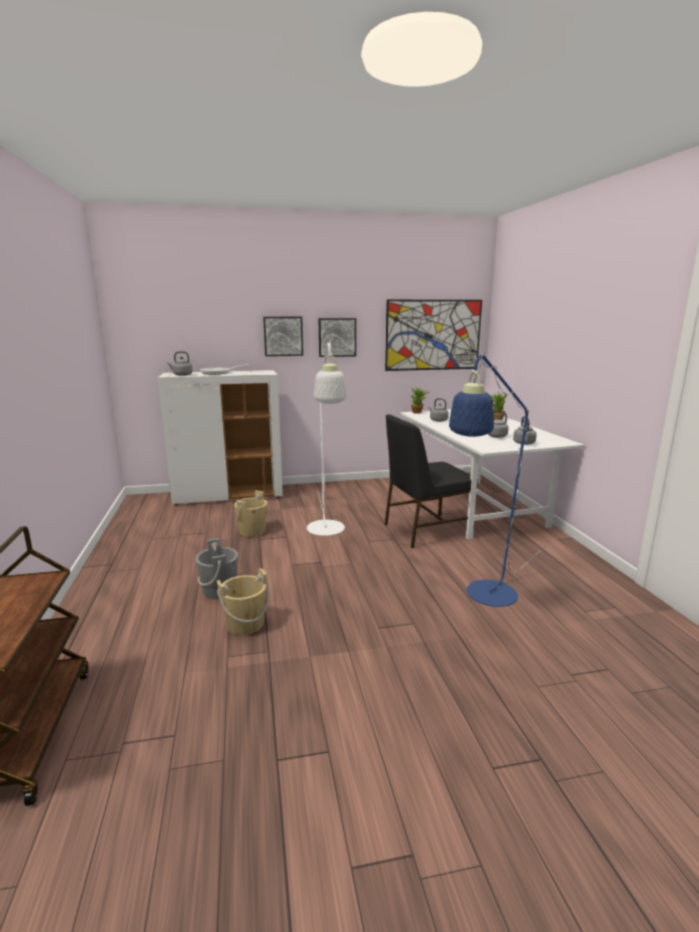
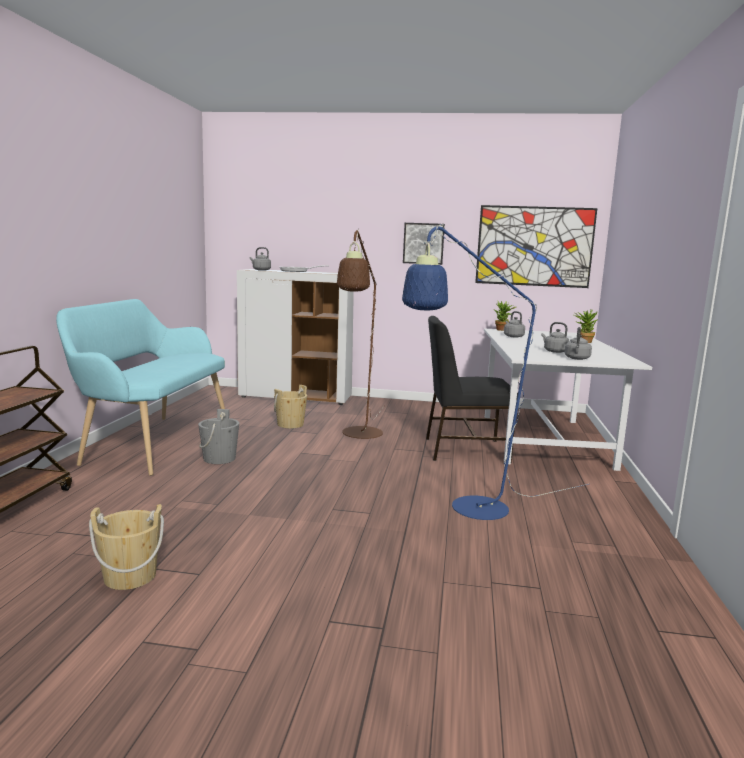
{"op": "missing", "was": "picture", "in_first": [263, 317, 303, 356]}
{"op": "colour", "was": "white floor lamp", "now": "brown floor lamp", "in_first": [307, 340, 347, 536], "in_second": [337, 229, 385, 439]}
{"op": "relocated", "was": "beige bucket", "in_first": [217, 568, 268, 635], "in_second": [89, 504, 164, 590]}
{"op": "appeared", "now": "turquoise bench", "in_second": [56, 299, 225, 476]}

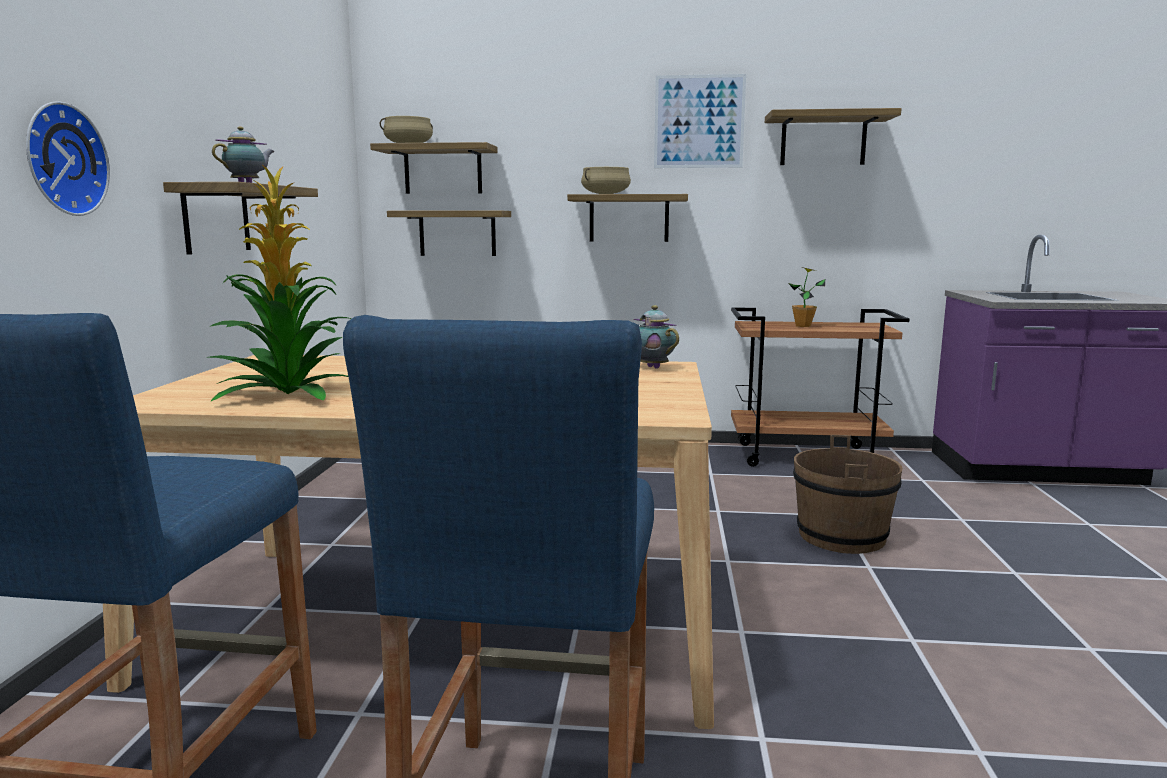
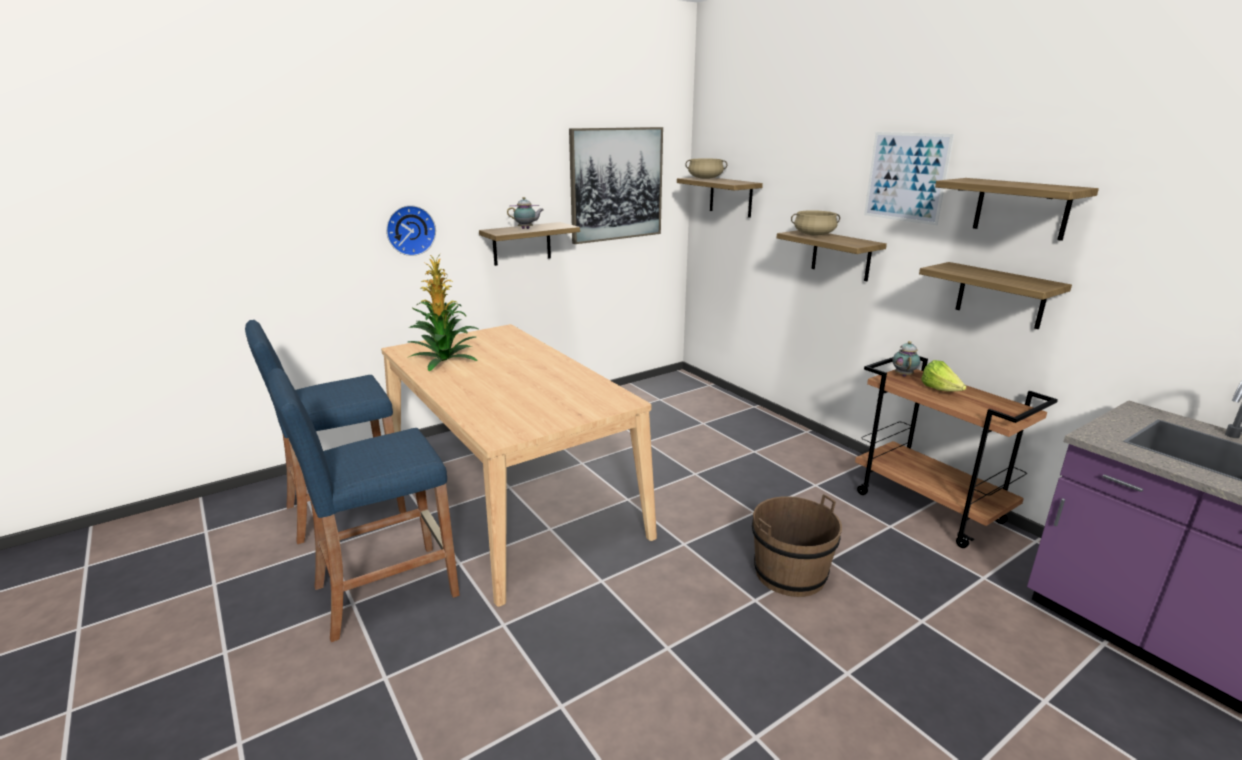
{"op": "relocated", "was": "shelf", "in_first": [387, 210, 511, 256], "in_second": [919, 262, 1072, 329]}
{"op": "exchanged", "was": "potted plant", "now": "lettuce", "in_first": [788, 267, 825, 327], "in_second": [921, 360, 967, 392]}
{"op": "relocated", "was": "teapot", "in_first": [633, 305, 679, 369], "in_second": [892, 341, 920, 377]}
{"op": "appeared", "now": "picture", "in_second": [569, 127, 663, 244]}

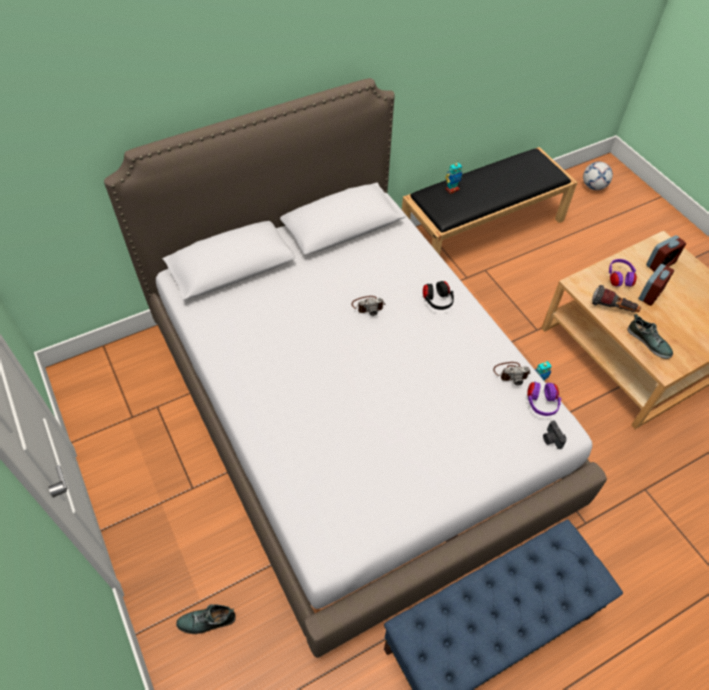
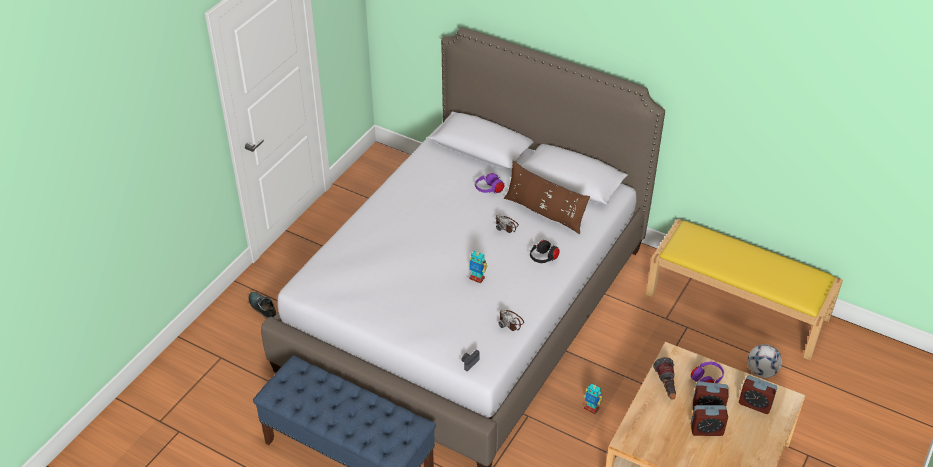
{"op": "colour", "was": "black bench", "now": "yellow bench", "in_first": [402, 147, 578, 255], "in_second": [646, 219, 843, 360]}
{"op": "relocated", "was": "football", "in_first": [583, 162, 613, 190], "in_second": [748, 344, 782, 378]}
{"op": "relocated", "was": "toy robot", "in_first": [445, 163, 462, 194], "in_second": [468, 250, 487, 284]}
{"op": "missing", "was": "shoe", "in_first": [627, 314, 673, 359]}
{"op": "relocated", "was": "purple headphones", "in_first": [527, 381, 561, 416], "in_second": [475, 173, 505, 193]}
{"op": "appeared", "now": "brown pillow", "in_second": [504, 160, 590, 234]}
{"op": "appeared", "now": "alarm clock", "in_second": [691, 405, 728, 436]}

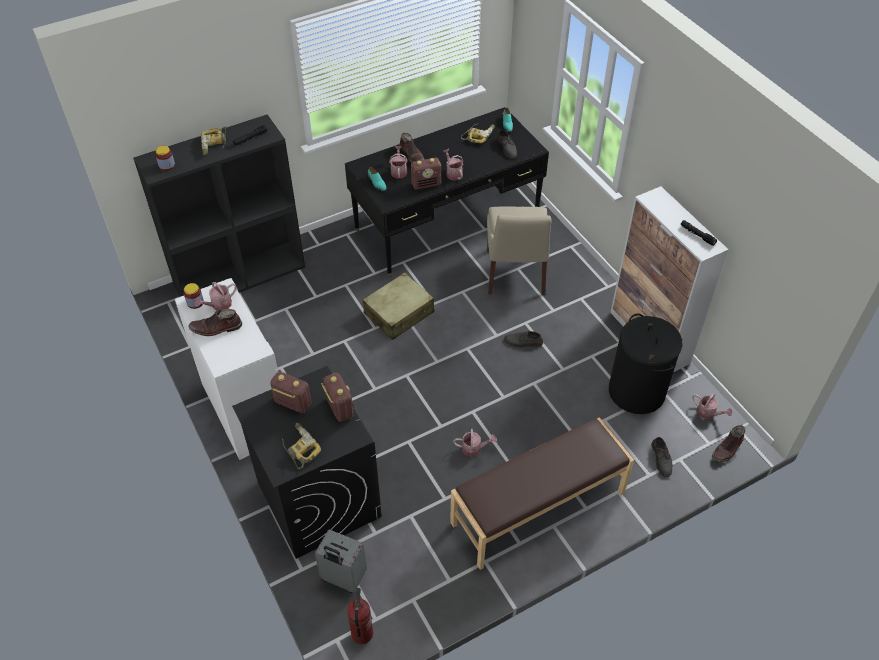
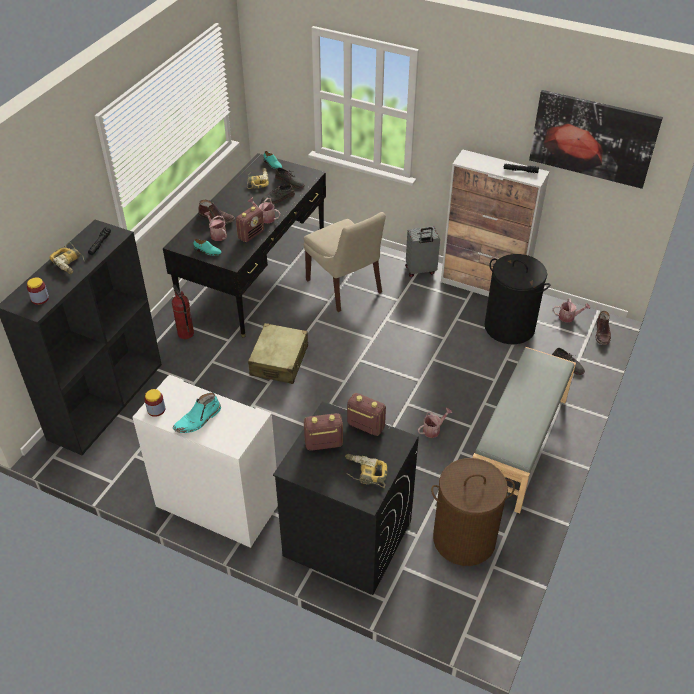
{"op": "missing", "was": "watering can", "in_first": [194, 282, 237, 310]}
{"op": "colour", "was": "brown boot", "now": "turquoise boot", "in_first": [188, 309, 242, 336], "in_second": [173, 393, 221, 433]}
{"op": "relocated", "was": "grey shoe", "in_first": [504, 331, 543, 348], "in_second": [261, 184, 295, 204]}
{"op": "colour", "was": "brown bench", "now": "grey bench", "in_first": [450, 417, 634, 570], "in_second": [473, 347, 576, 514]}
{"op": "relocated", "was": "grey suitcase", "in_first": [315, 529, 367, 593], "in_second": [405, 226, 440, 277]}
{"op": "relocated", "was": "fire extinguisher", "in_first": [347, 588, 373, 644], "in_second": [172, 285, 194, 339]}
{"op": "appeared", "now": "picture", "in_second": [529, 90, 663, 189]}
{"op": "appeared", "now": "brown laundry basket", "in_second": [431, 458, 515, 566]}

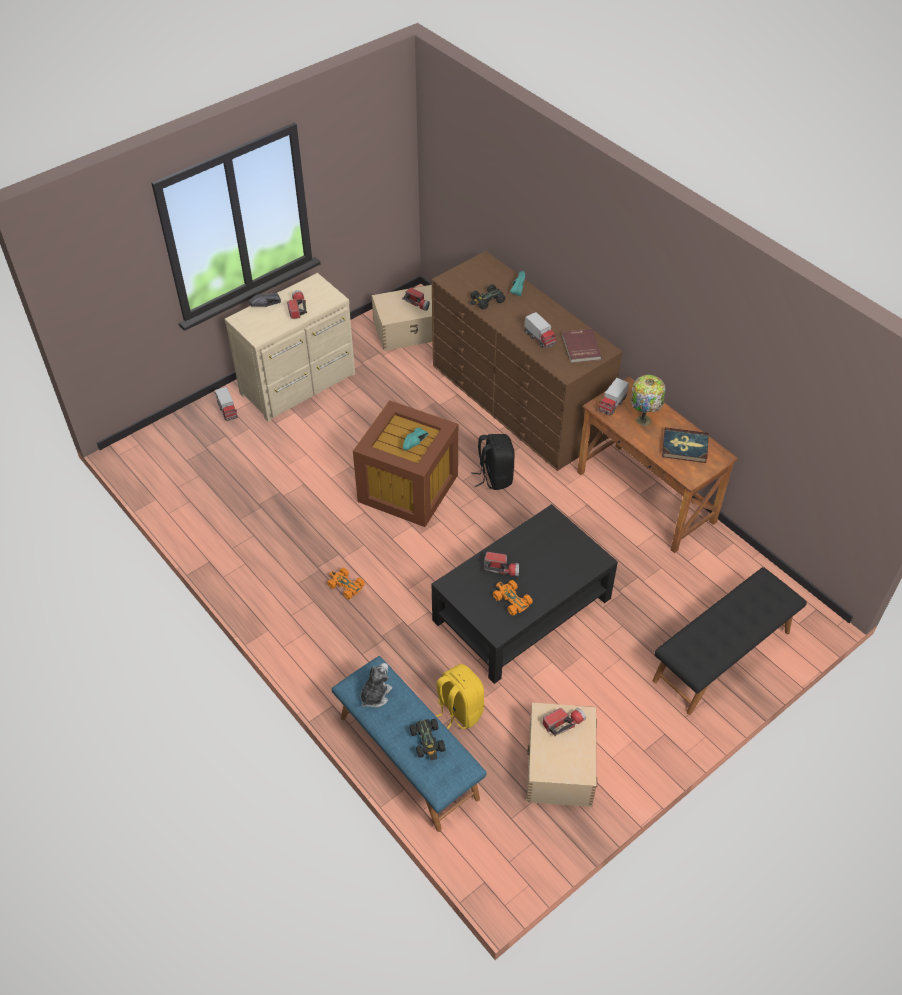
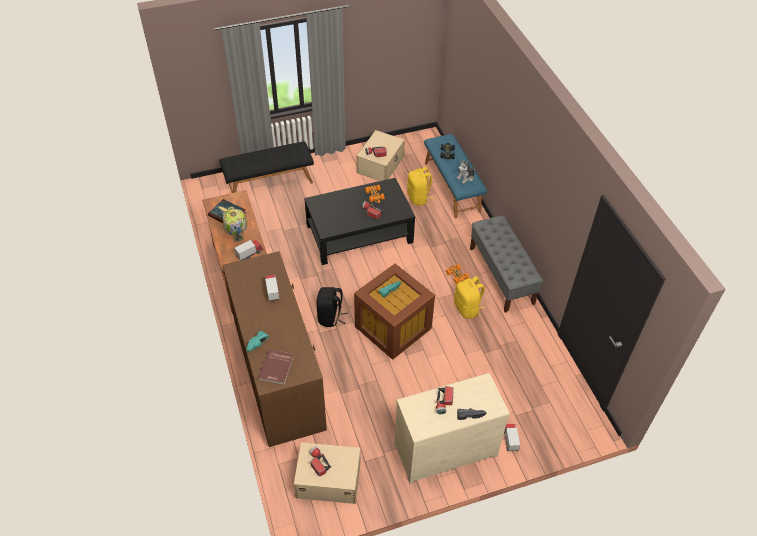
{"op": "missing", "was": "black toy car", "in_first": [470, 284, 505, 310]}
{"op": "relocated", "was": "red book", "in_first": [562, 329, 602, 363], "in_second": [258, 349, 294, 385]}
{"op": "appeared", "now": "grey bench", "in_second": [470, 215, 543, 313]}
{"op": "appeared", "now": "yellow backpack", "in_second": [454, 276, 485, 319]}

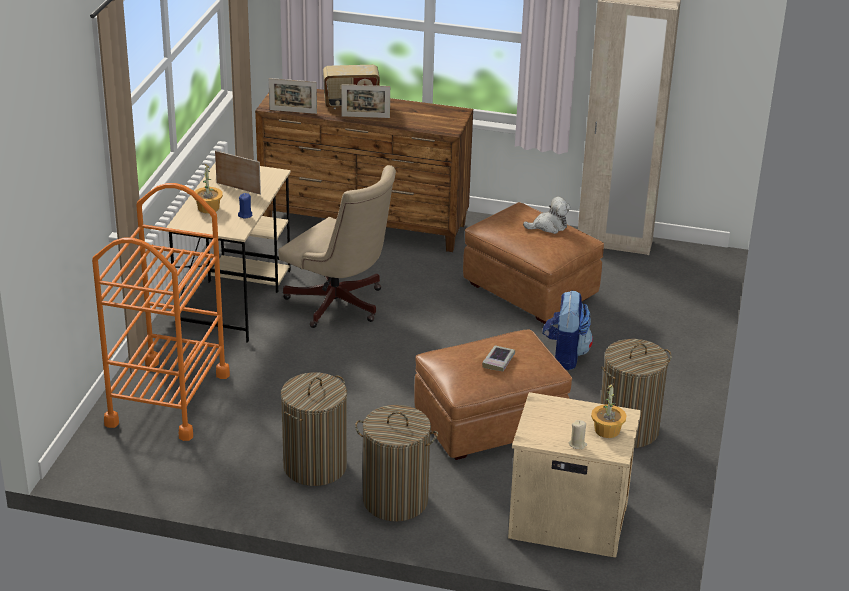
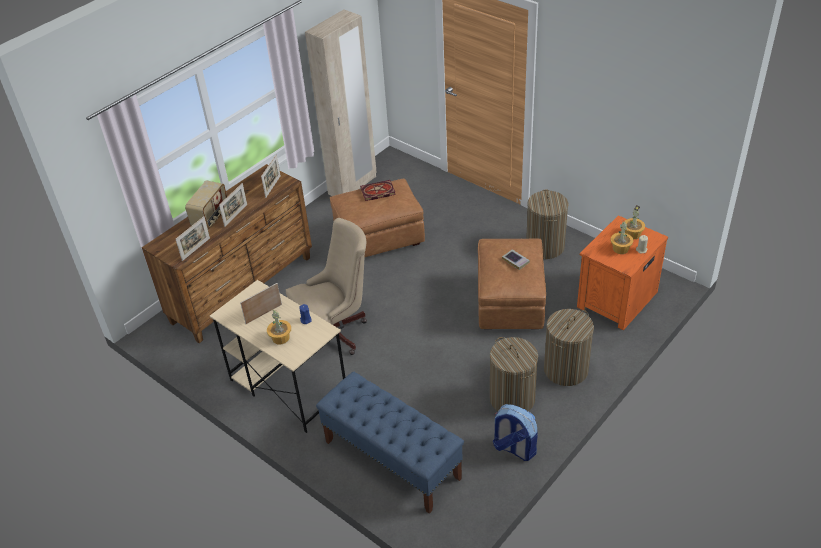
{"op": "exchanged", "was": "orange cart", "now": "blue bench", "in_first": [92, 183, 230, 441], "in_second": [316, 371, 464, 514]}
{"op": "exchanged", "was": "plush toy", "now": "book", "in_first": [523, 196, 571, 234], "in_second": [360, 180, 396, 201]}
{"op": "relocated", "was": "backpack", "in_first": [542, 290, 593, 370], "in_second": [493, 404, 538, 461]}
{"op": "colour", "was": "beige nightstand", "now": "orange nightstand", "in_first": [508, 392, 641, 558], "in_second": [577, 215, 668, 330]}
{"op": "appeared", "now": "picture frame", "in_second": [261, 154, 281, 198]}
{"op": "appeared", "now": "potted plant", "in_second": [611, 220, 633, 254]}

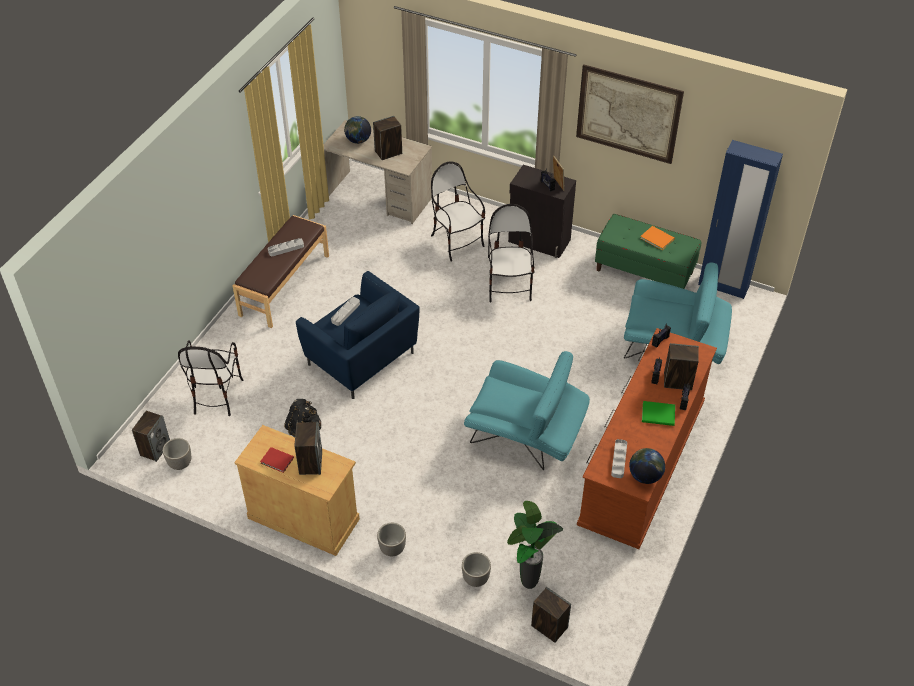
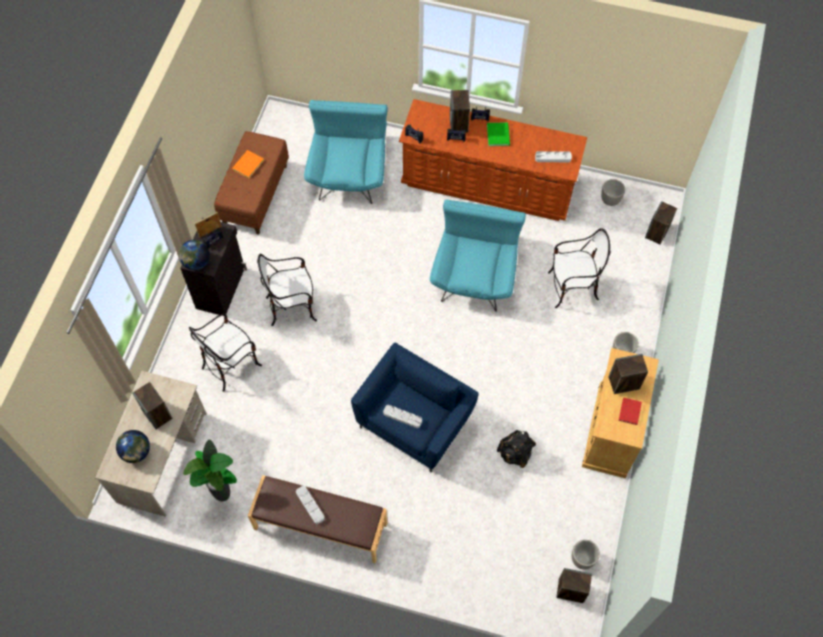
{"op": "missing", "was": "picture", "in_first": [576, 64, 684, 164]}
{"op": "missing", "was": "blue wardrobe", "in_first": [698, 140, 783, 299]}
{"op": "colour", "was": "green bench", "now": "brown bench", "in_first": [595, 214, 701, 289], "in_second": [214, 131, 289, 235]}
{"op": "relocated", "was": "chair", "in_first": [178, 340, 243, 416], "in_second": [548, 228, 610, 308]}
{"op": "relocated", "was": "globe", "in_first": [629, 448, 665, 484], "in_second": [179, 240, 210, 270]}
{"op": "relocated", "was": "potted plant", "in_first": [507, 501, 563, 589], "in_second": [183, 440, 237, 501]}
{"op": "relocated", "was": "planter", "in_first": [462, 552, 491, 587], "in_second": [601, 179, 625, 206]}

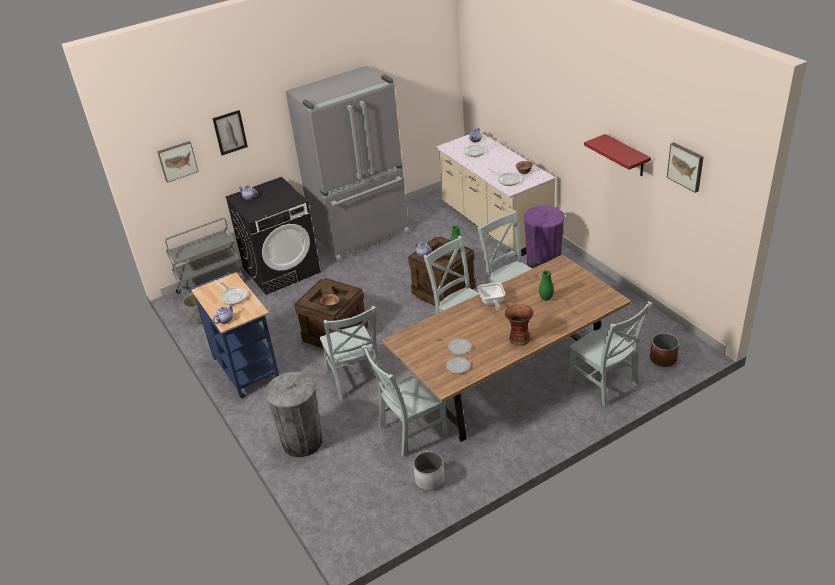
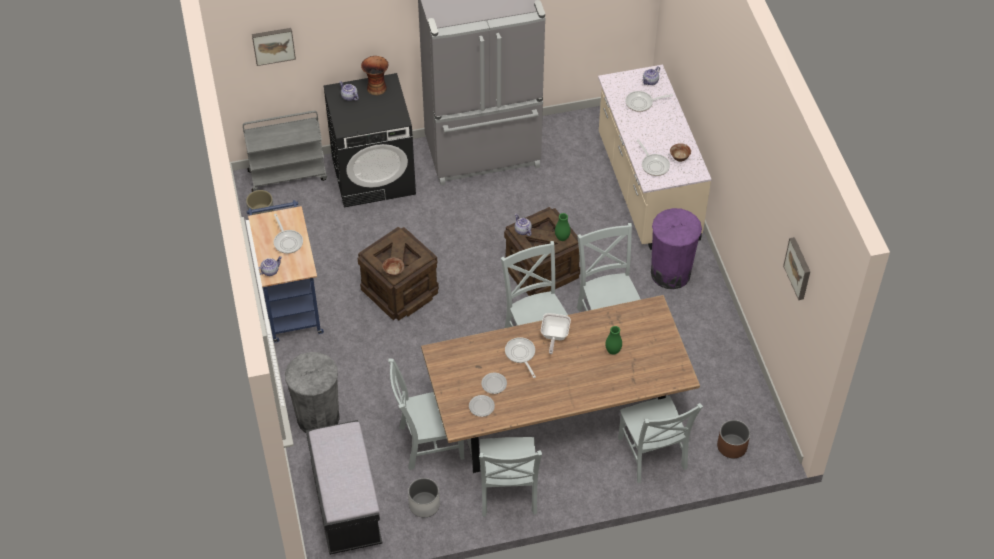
{"op": "missing", "was": "picture", "in_first": [212, 110, 248, 155]}
{"op": "missing", "was": "red shelf", "in_first": [584, 134, 651, 176]}
{"op": "relocated", "was": "vase", "in_first": [505, 304, 533, 346], "in_second": [361, 56, 389, 95]}
{"op": "relocated", "was": "grey chair", "in_first": [320, 306, 384, 400], "in_second": [479, 437, 542, 517]}
{"op": "appeared", "now": "frying pan", "in_second": [505, 337, 536, 378]}
{"op": "appeared", "now": "black bench", "in_second": [306, 420, 383, 555]}

